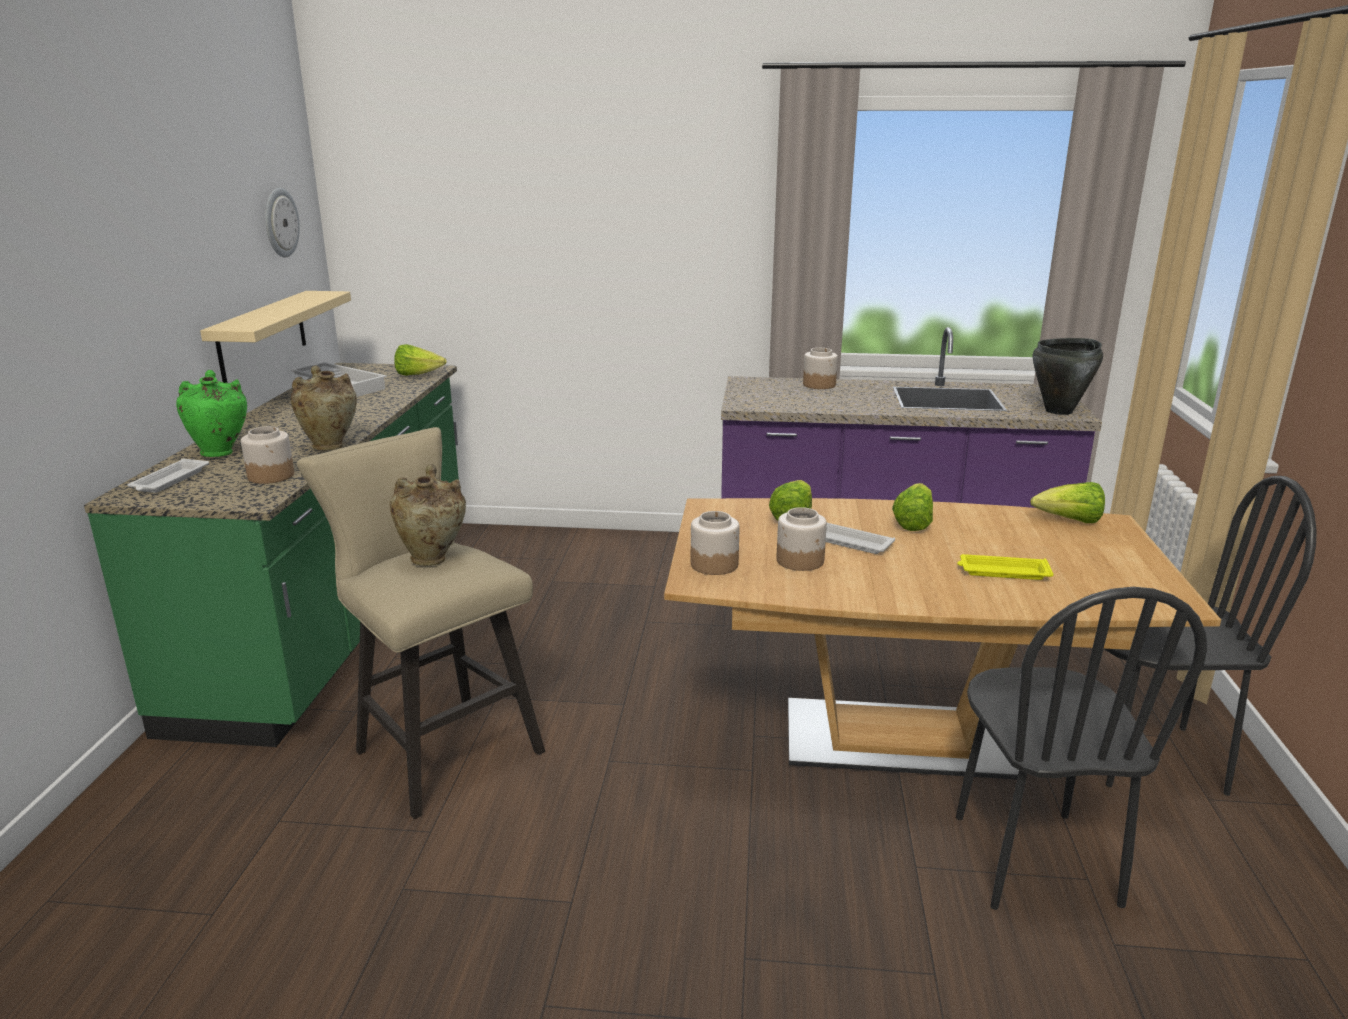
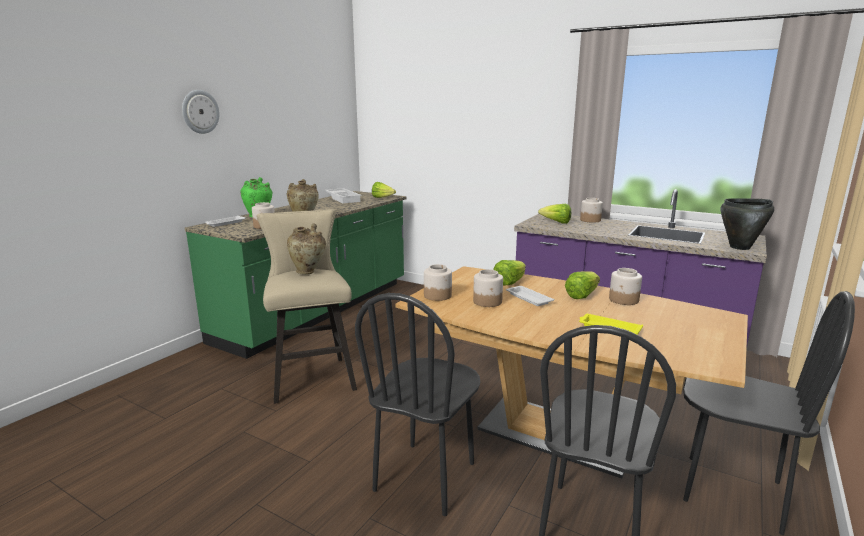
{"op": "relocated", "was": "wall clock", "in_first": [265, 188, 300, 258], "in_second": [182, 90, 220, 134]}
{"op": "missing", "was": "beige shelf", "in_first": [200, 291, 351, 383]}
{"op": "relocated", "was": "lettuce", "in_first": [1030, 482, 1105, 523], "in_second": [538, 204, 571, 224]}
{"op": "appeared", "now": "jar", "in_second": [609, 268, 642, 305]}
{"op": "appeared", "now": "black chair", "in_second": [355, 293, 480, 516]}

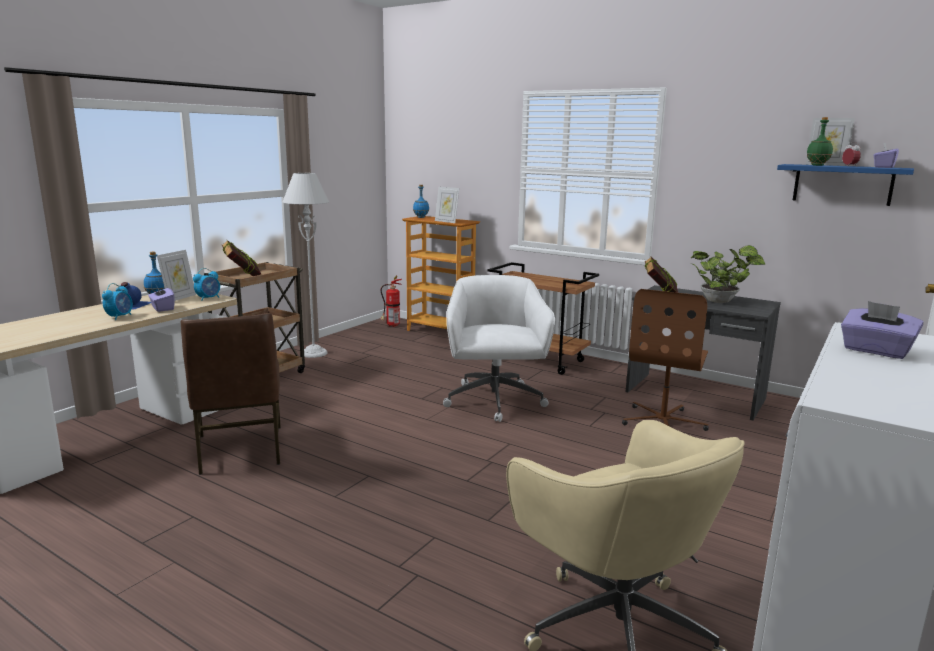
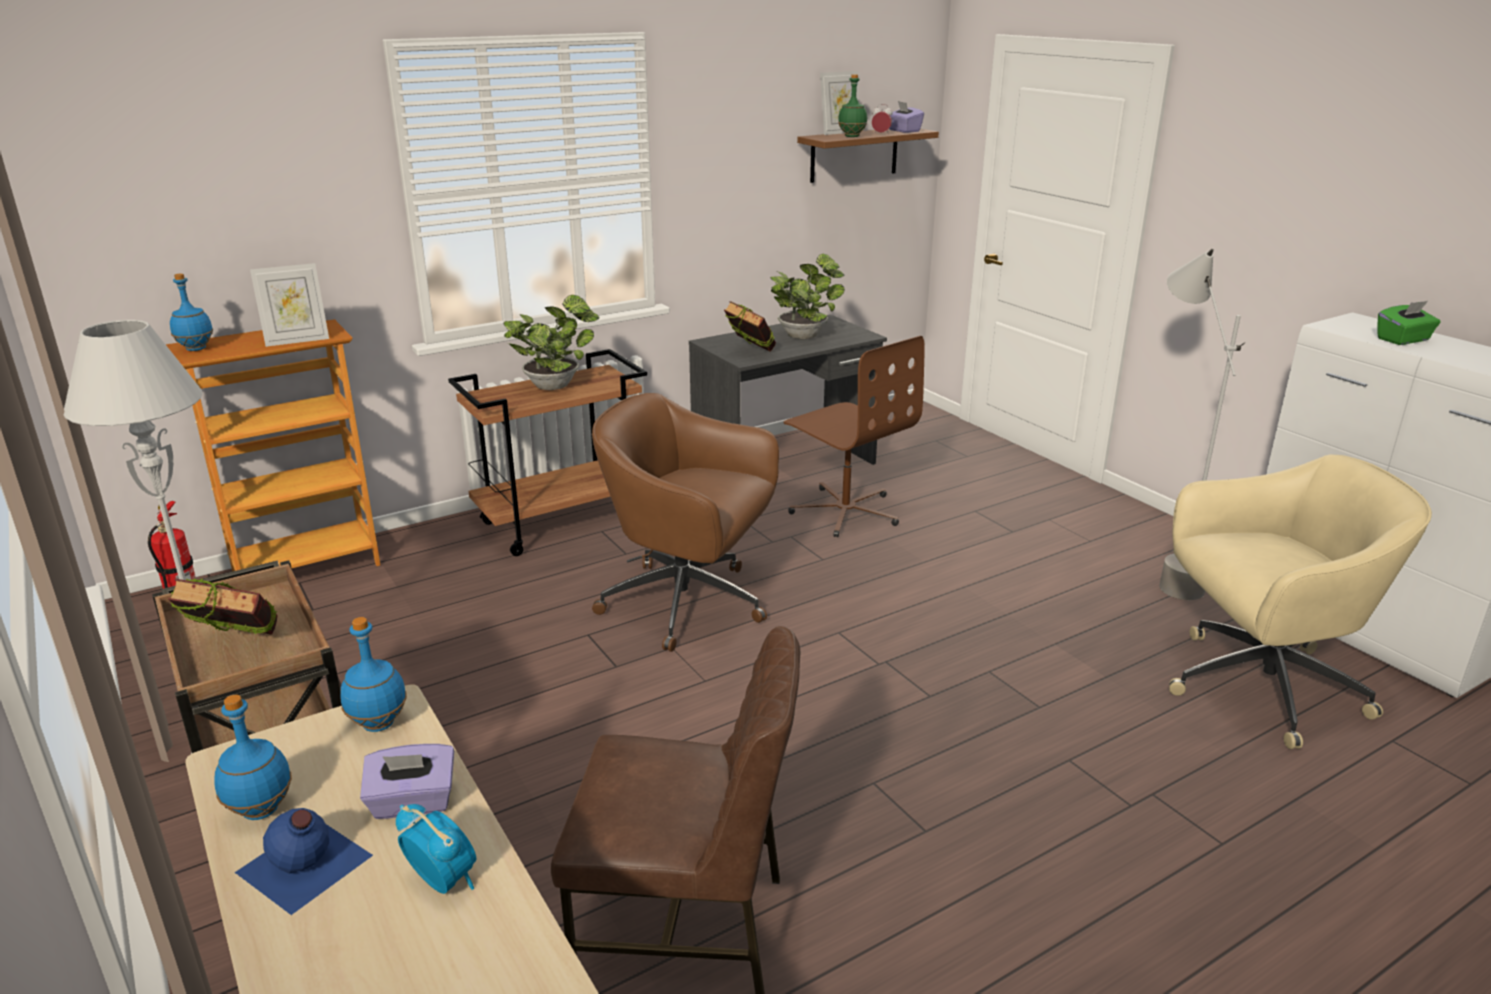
{"op": "colour", "was": "blue shelf", "now": "brown shelf", "in_first": [777, 164, 914, 206], "in_second": [797, 129, 939, 183]}
{"op": "missing", "was": "picture frame", "in_first": [157, 250, 196, 301]}
{"op": "exchanged", "was": "alarm clock", "now": "blue bottle", "in_first": [193, 268, 220, 301], "in_second": [340, 617, 407, 732]}
{"op": "colour", "was": "white office chair", "now": "brown office chair", "in_first": [443, 275, 555, 422], "in_second": [592, 393, 779, 652]}
{"op": "colour", "was": "purple tissue box", "now": "green tissue box", "in_first": [841, 301, 924, 359], "in_second": [1377, 301, 1441, 345]}
{"op": "appeared", "now": "grey floor lamp", "in_second": [1159, 249, 1245, 600]}
{"op": "appeared", "now": "potted plant", "in_second": [504, 295, 600, 390]}

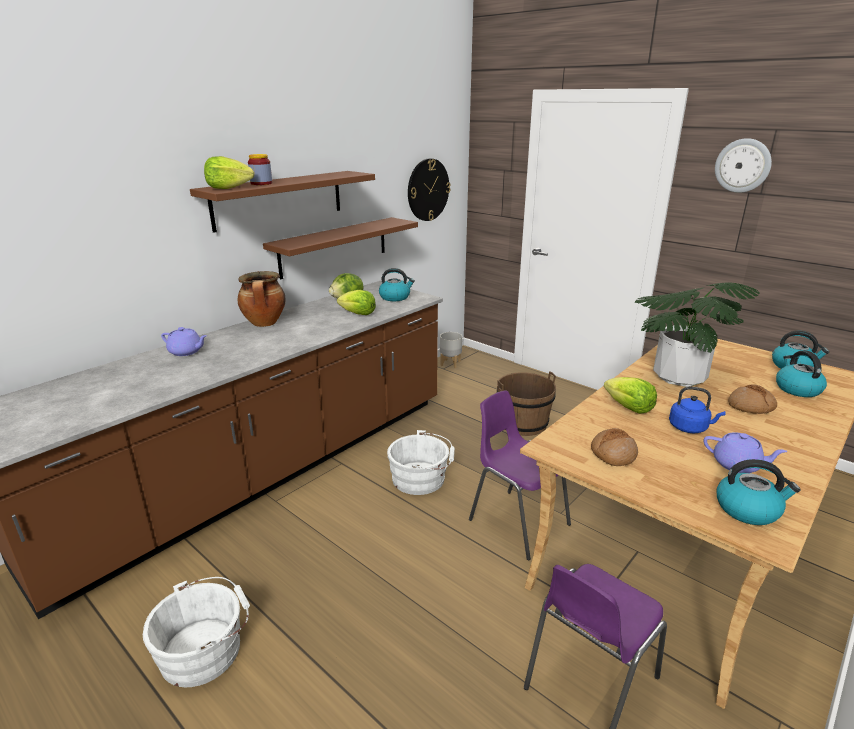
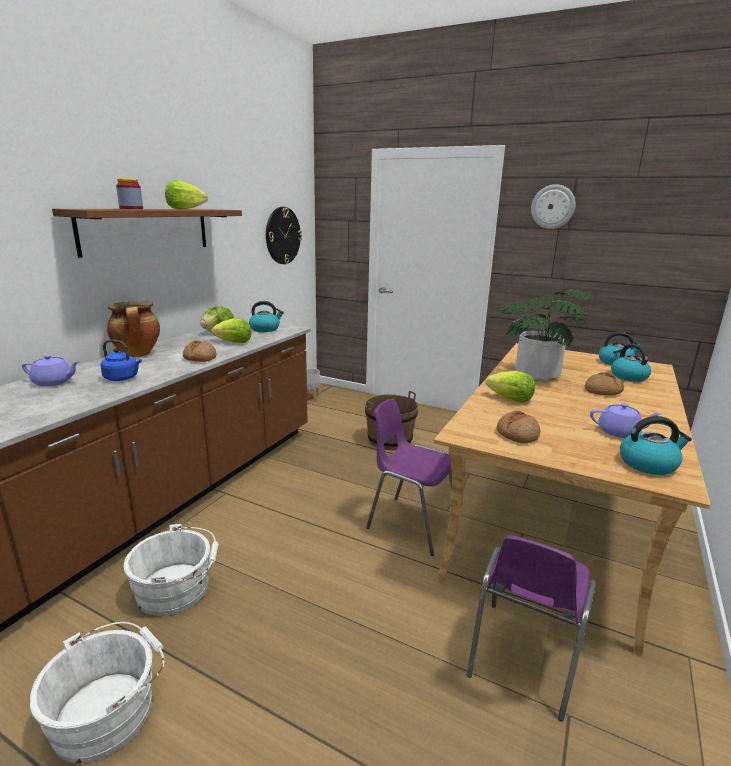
{"op": "relocated", "was": "lettuce", "in_first": [204, 156, 254, 189], "in_second": [165, 181, 208, 209]}
{"op": "missing", "was": "brown shelf", "in_first": [263, 217, 418, 279]}
{"op": "relocated", "was": "blue kettle", "in_first": [669, 386, 726, 433], "in_second": [100, 340, 142, 381]}
{"op": "relocated", "was": "white bucket", "in_first": [387, 430, 455, 495], "in_second": [124, 524, 218, 616]}
{"op": "appeared", "now": "bread", "in_second": [183, 340, 216, 362]}

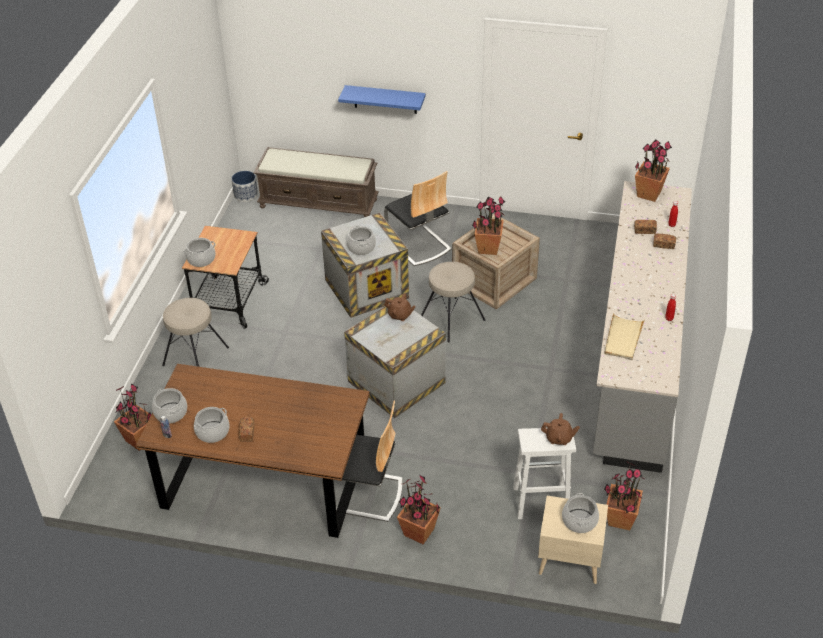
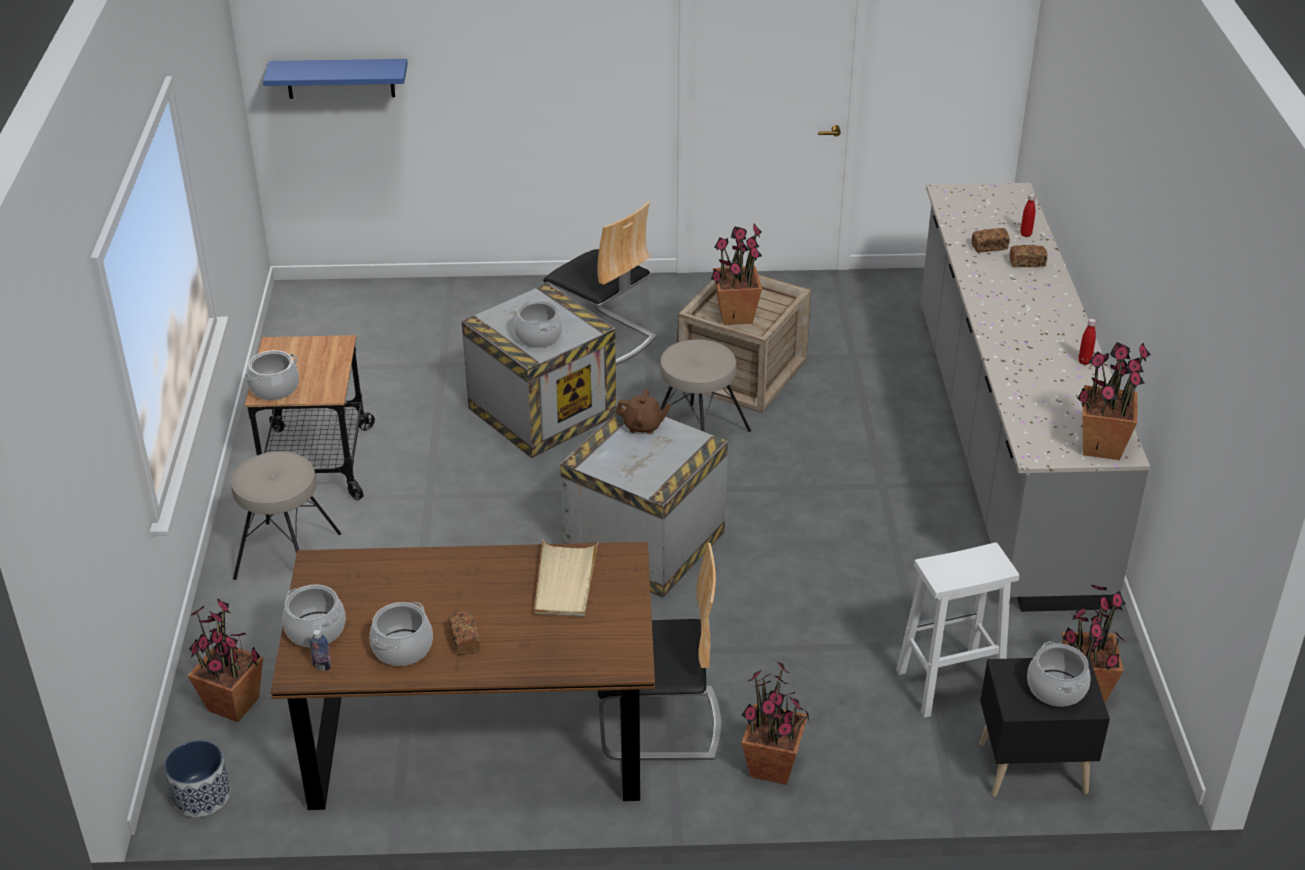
{"op": "relocated", "was": "blue shelf", "in_first": [338, 85, 426, 114], "in_second": [263, 59, 408, 99]}
{"op": "relocated", "was": "potted plant", "in_first": [635, 139, 672, 202], "in_second": [1077, 342, 1151, 460]}
{"op": "missing", "was": "brown bench", "in_first": [253, 147, 379, 217]}
{"op": "relocated", "was": "planter", "in_first": [231, 171, 258, 202], "in_second": [164, 740, 230, 817]}
{"op": "relocated", "was": "beige tray", "in_first": [604, 313, 645, 360], "in_second": [534, 540, 599, 617]}
{"op": "missing", "was": "brown teapot", "in_first": [541, 413, 580, 445]}
{"op": "colour", "was": "beige nightstand", "now": "black nightstand", "in_first": [538, 496, 608, 584], "in_second": [979, 656, 1110, 796]}

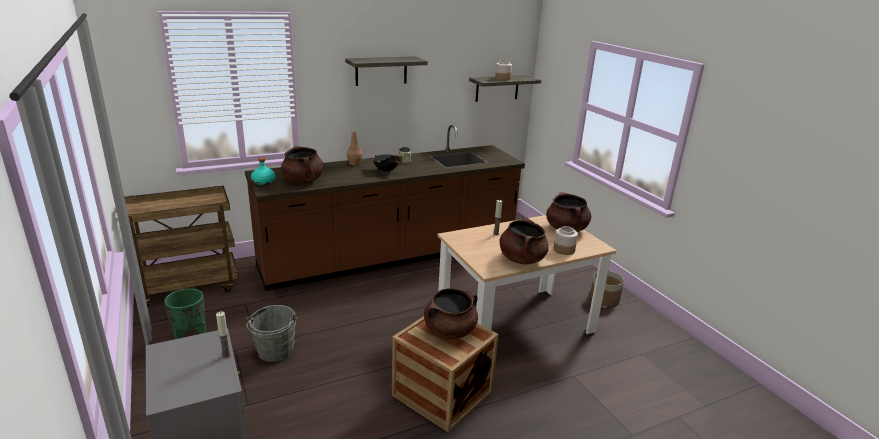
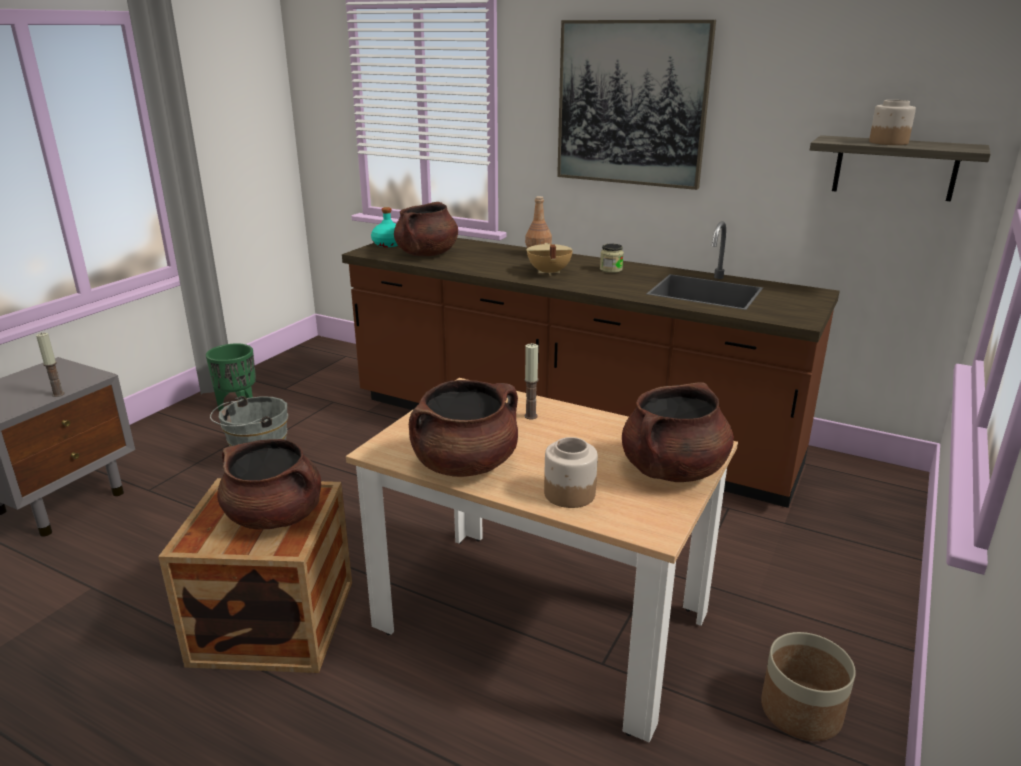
{"op": "exchanged", "was": "shelf", "now": "picture", "in_first": [345, 56, 428, 86], "in_second": [557, 20, 716, 190]}
{"op": "colour", "was": "black cooking pot", "now": "beige cooking pot", "in_first": [373, 154, 402, 173], "in_second": [527, 243, 573, 276]}
{"op": "missing", "was": "brown cart", "in_first": [124, 186, 239, 308]}

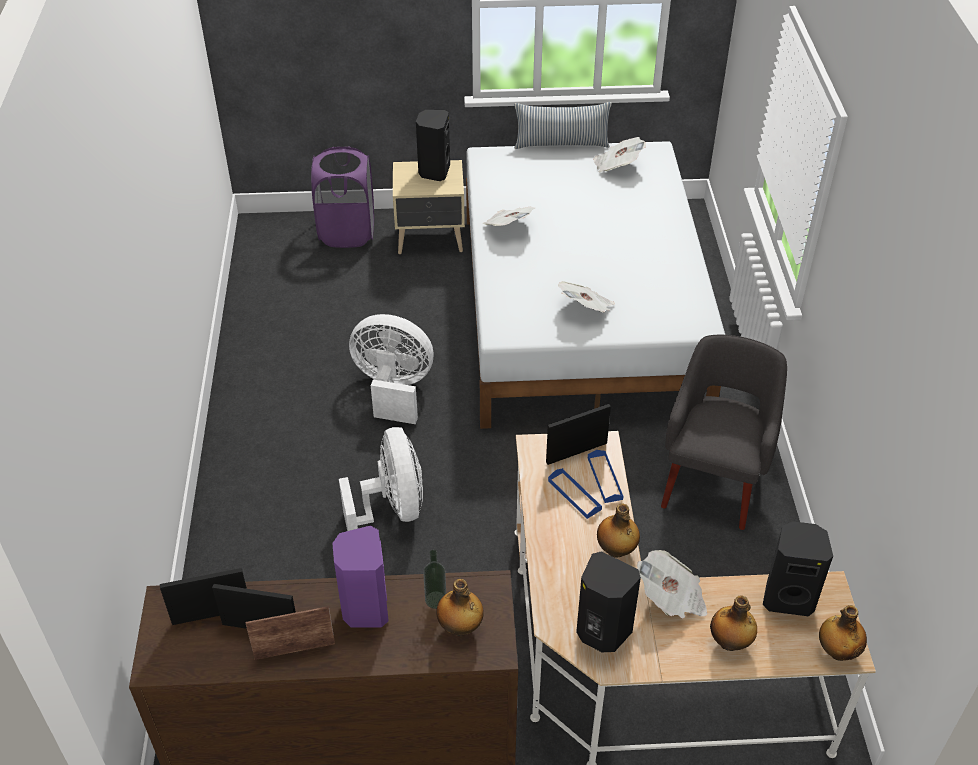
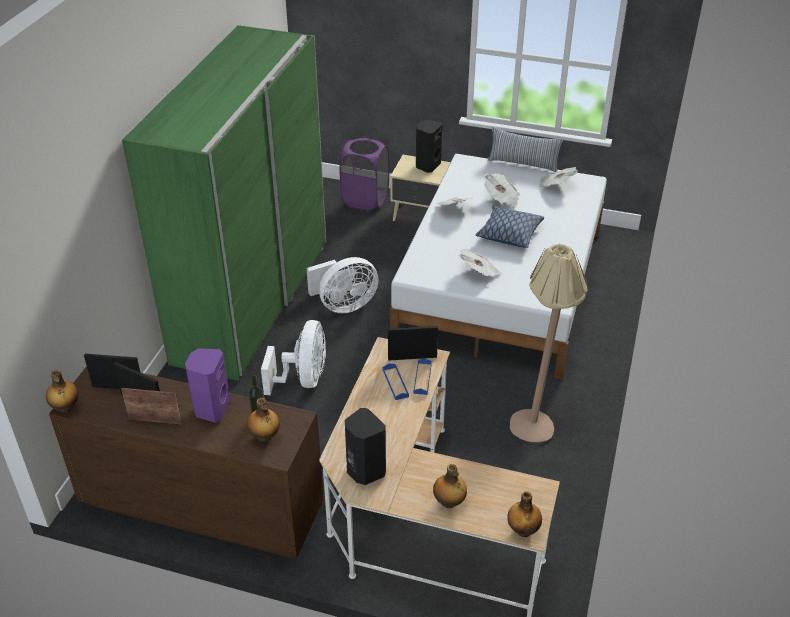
{"op": "spun", "was": "white fan", "in_first": [349, 314, 433, 424], "in_second": [307, 257, 378, 313], "clockwise": 120}
{"op": "exchanged", "was": "grey armchair", "now": "beige floor lamp", "in_first": [661, 335, 787, 530], "in_second": [510, 244, 587, 442]}
{"op": "relocated", "was": "bottle", "in_first": [597, 504, 640, 558], "in_second": [46, 369, 79, 413]}
{"op": "missing", "was": "black speaker", "in_first": [763, 521, 833, 616]}
{"op": "relocated", "was": "newspaper", "in_first": [637, 550, 708, 618], "in_second": [484, 173, 520, 208]}
{"op": "appeared", "now": "green wardrobe", "in_second": [122, 25, 326, 381]}
{"op": "appeared", "now": "pillow", "in_second": [476, 206, 544, 248]}

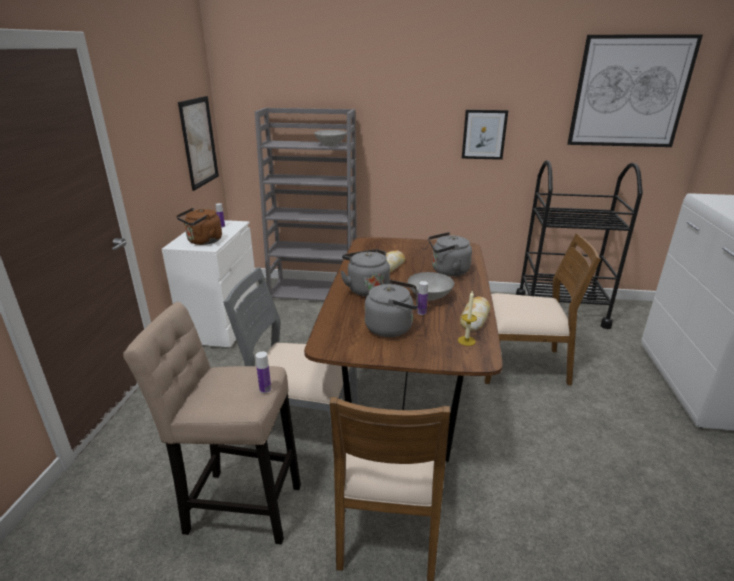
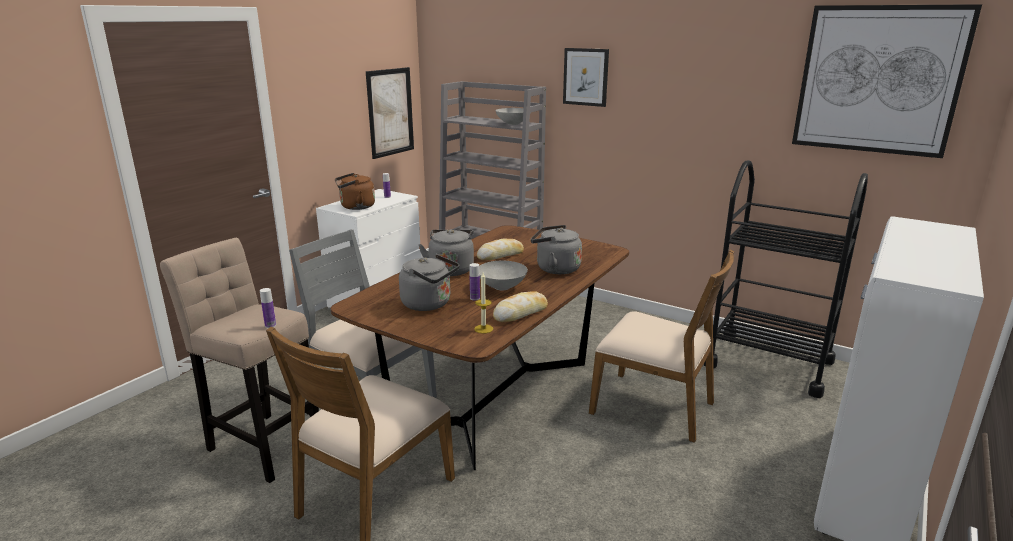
{"op": "relocated", "was": "picture", "in_first": [462, 110, 508, 160], "in_second": [563, 48, 609, 107]}

